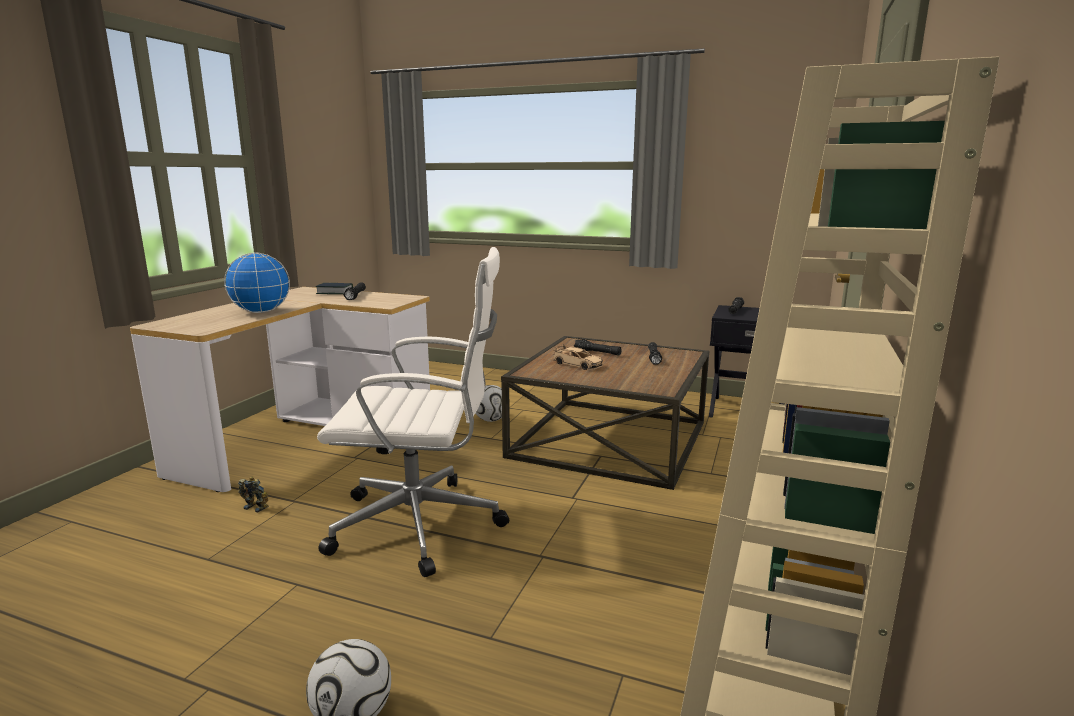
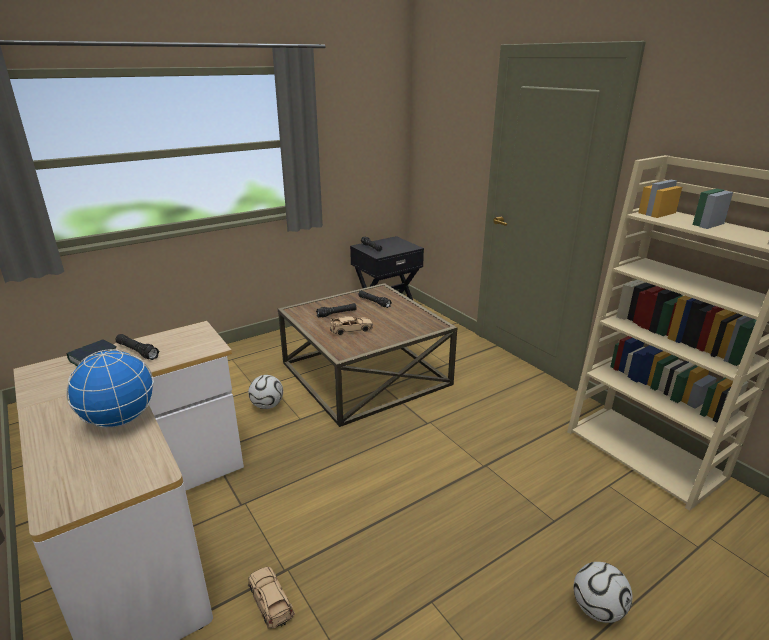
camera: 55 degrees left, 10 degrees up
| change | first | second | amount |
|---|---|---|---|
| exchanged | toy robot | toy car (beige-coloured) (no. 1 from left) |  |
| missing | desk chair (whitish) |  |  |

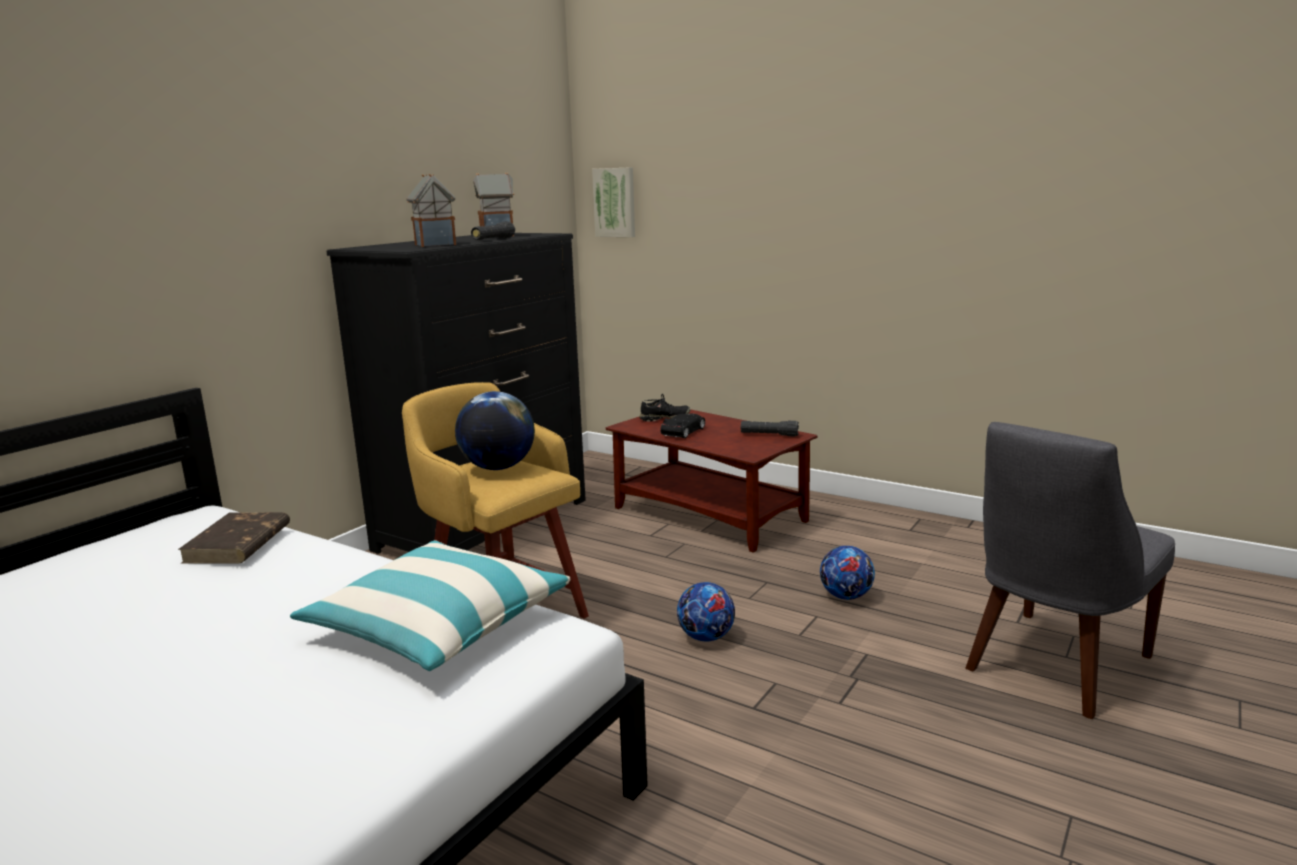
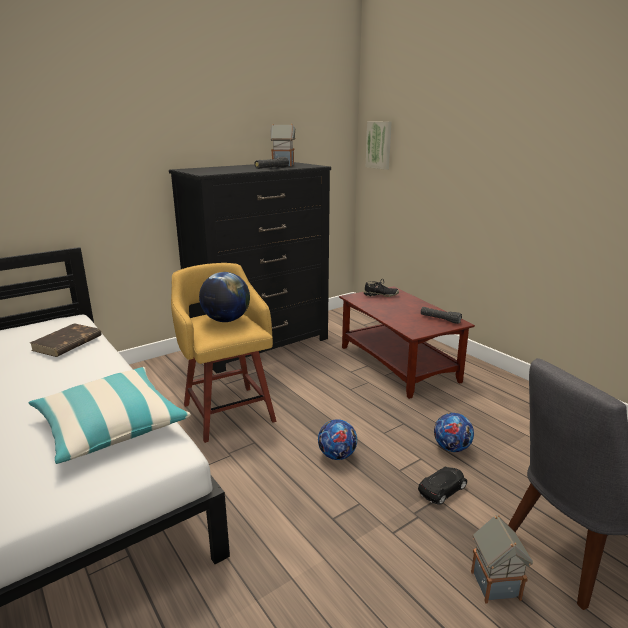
camera: 20 degrees right, 5 degrees up
| change | first | second | amount |
|---|---|---|---|
| relocated | miniature house (no. 1 from left in the first image) | miniature house (no. 2 from left) |  |
| relocated | toy car (black) |  |  |

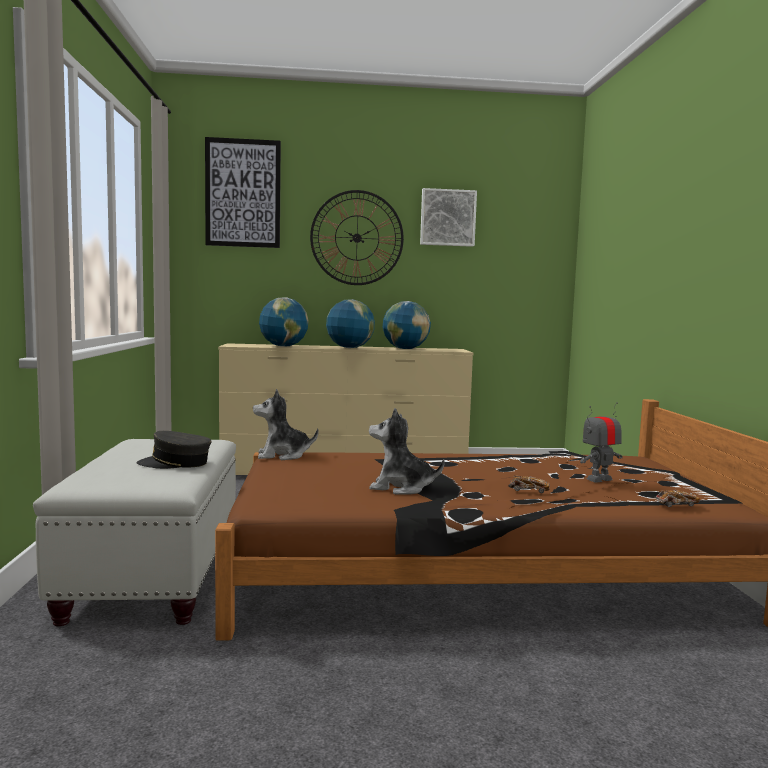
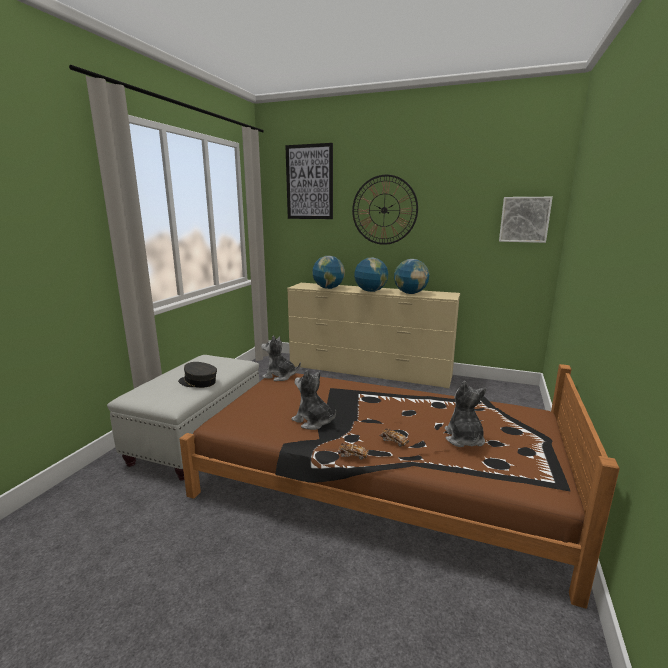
camera: 25 degrees right, 10 degrees up
| change | first | second | amount |
|---|---|---|---|
| relocated | wall art (no. 2 from left) |  |  |
| exchanged | toy robot | plush toy (no. 3 from left) |  |
| relocated | toy car (no. 2 from left in the first image) | toy car (no. 1 from left) |  |

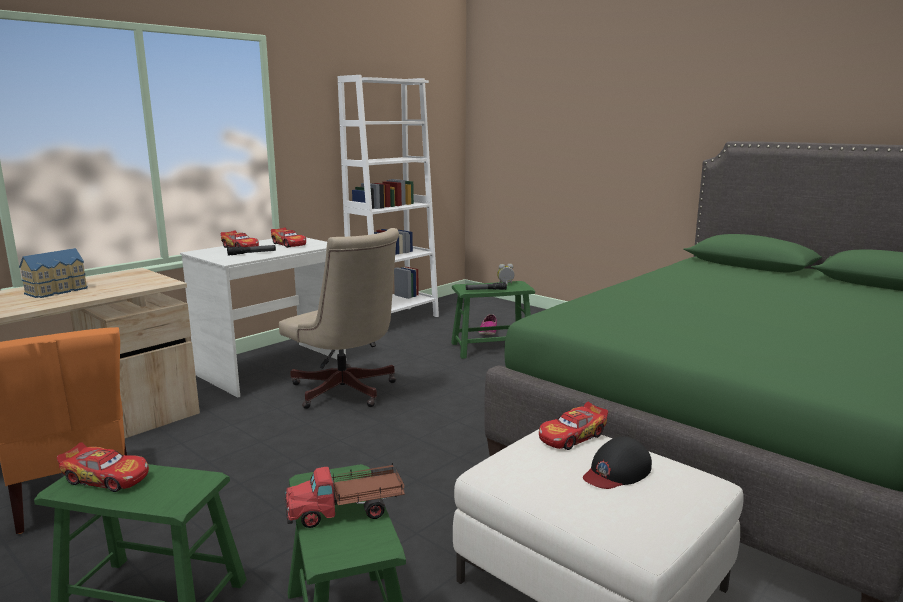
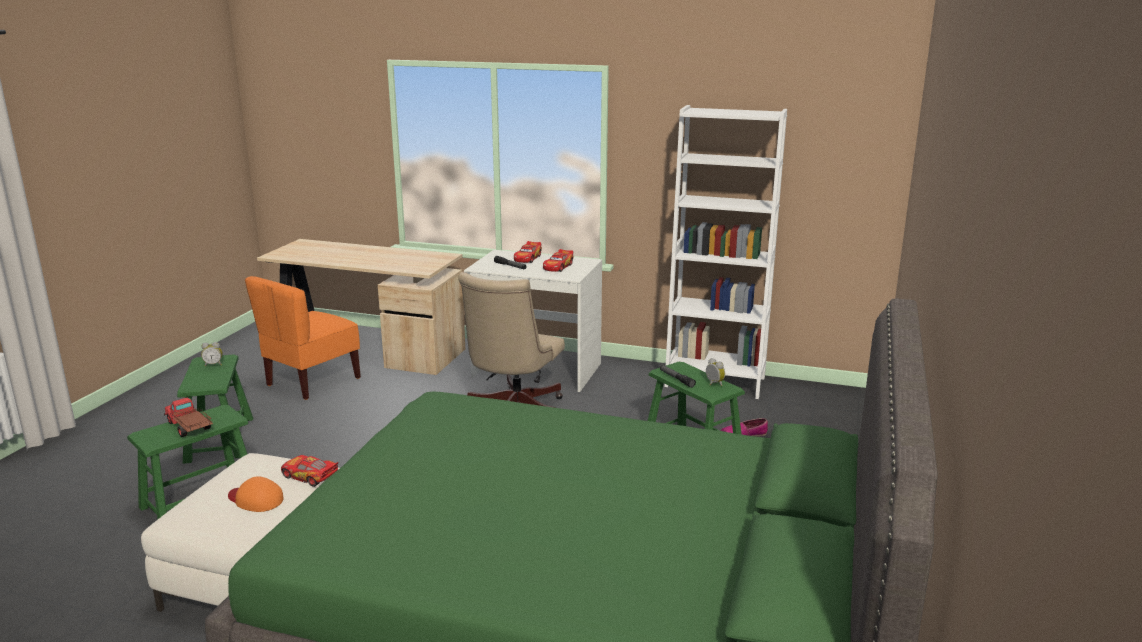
camera: 65 degrees right, 5 degrees up
| change | first | second | amount |
|---|---|---|---|
| missing | miniature house |  |  |
| exchanged | toy car (no. 1 from left) | table clock (no. 1 from left) |  |
| colour | peaked cap (black) | peaked cap (orange) |  |

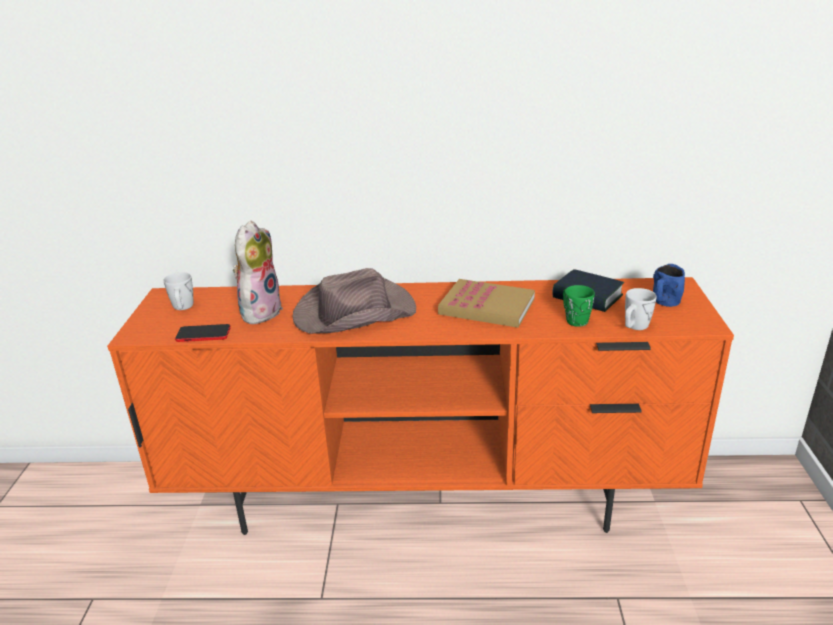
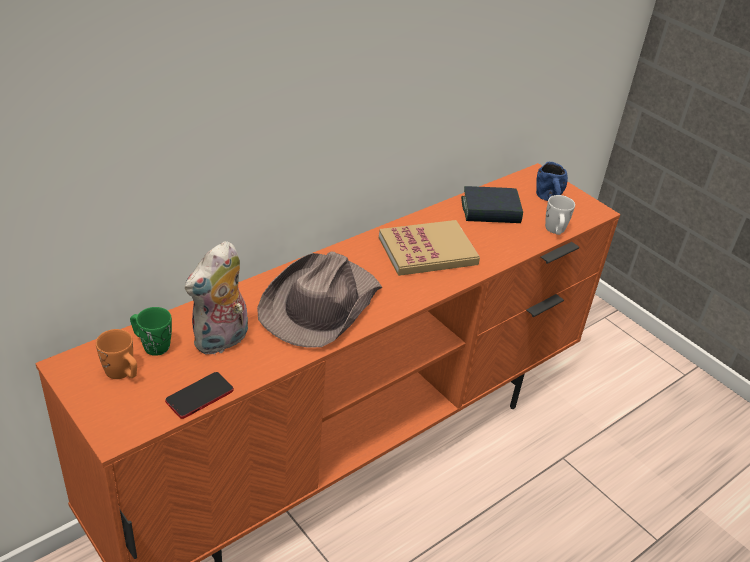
camera: 45 degrees left, 10 degrees up
| change | first | second | amount |
|---|---|---|---|
| colour | mug (whitish) (no. 1 from left) | mug (orange) |  |
| spun | plush toy |  | 120 degrees counterclockwise |
| relocated | mug (green-coloured) |  |  |

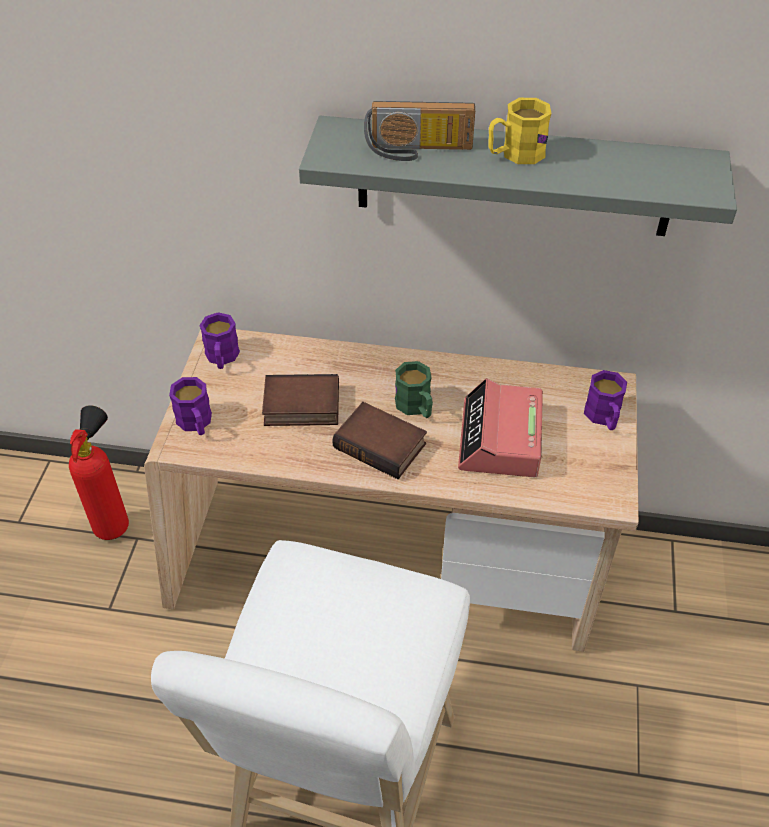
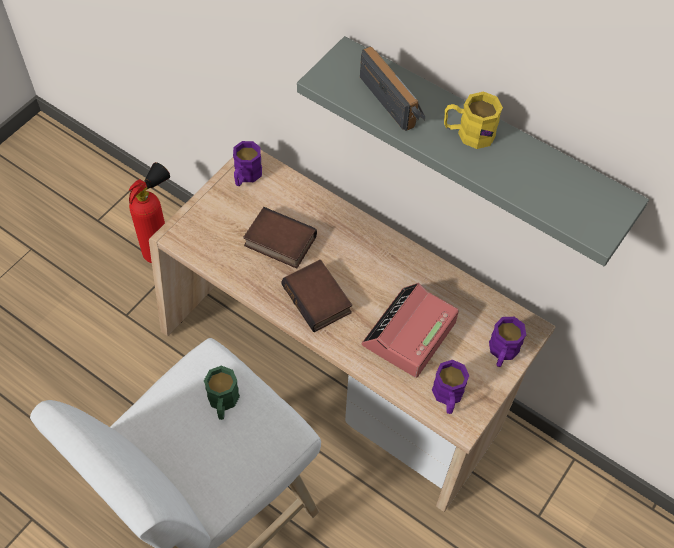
camera: 25 degrees right, 10 degrees up
| change | first | second | amount |
|---|---|---|---|
| relocated | mug (purplish) (no. 1 from left in the first image) | mug (purplish) (no. 2 from left) |  |
| spun | radio set |  | 150 degrees counterclockwise |
| relocated | mug (green-coloured) |  |  |

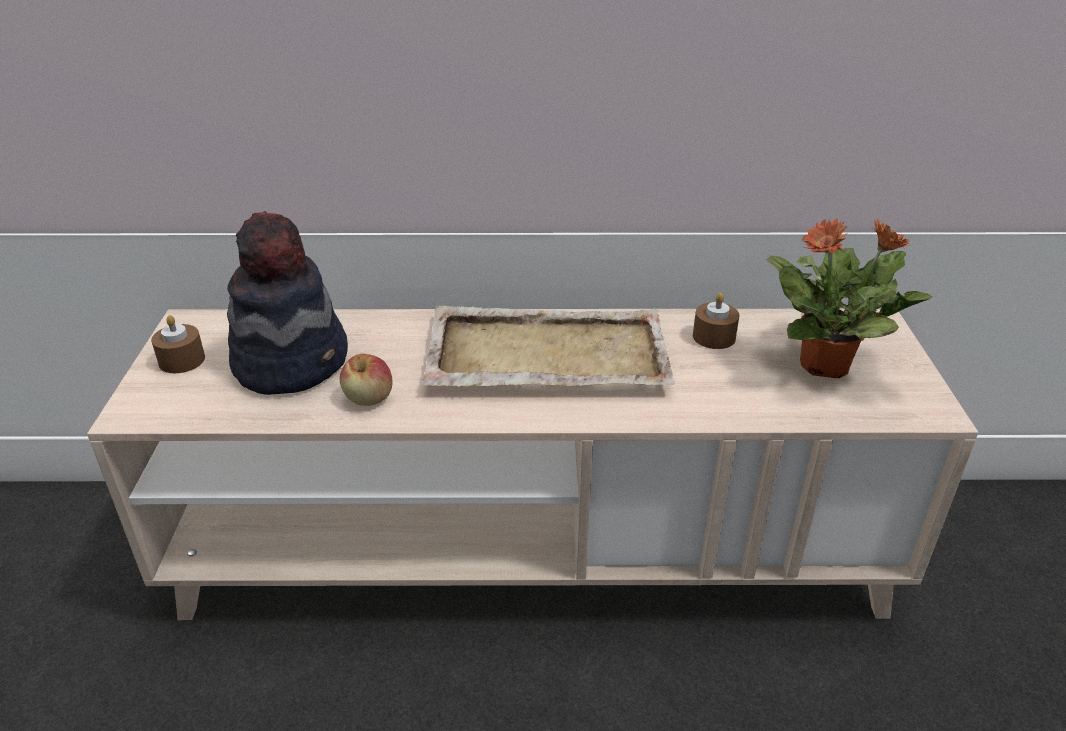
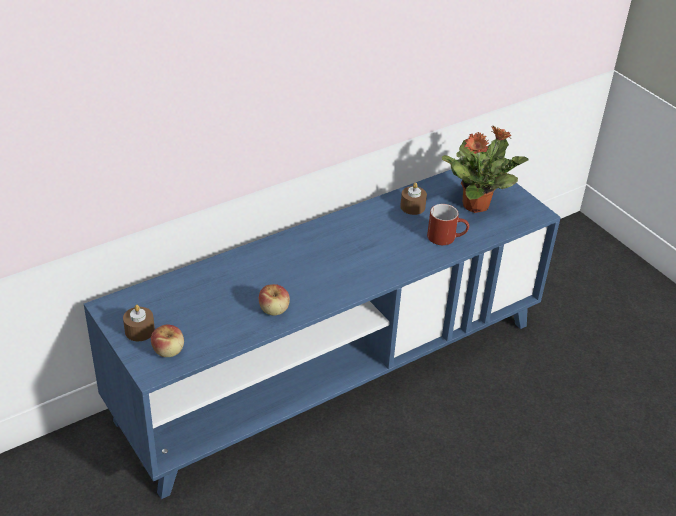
camera: 35 degrees left, 5 degrees up
| change | first | second | amount |
|---|---|---|---|
| colour | tv unit (beige-coloured) | tv unit (blue-coloured) |  |
| missing | clothing hat |  |  |
| missing | serving tray (beige-coloured) |  |  |
| appeared |  | apple (no. 1 from left) |  |
| appeared |  | mug (red) |  |

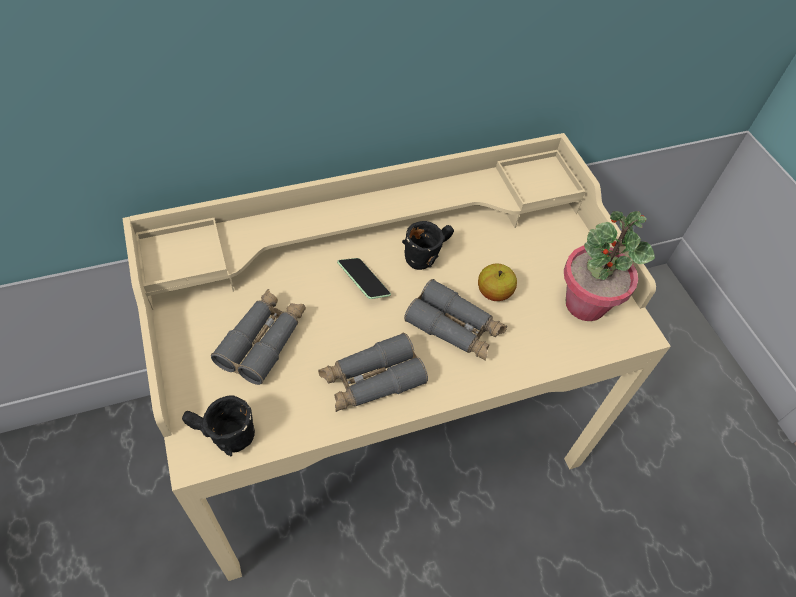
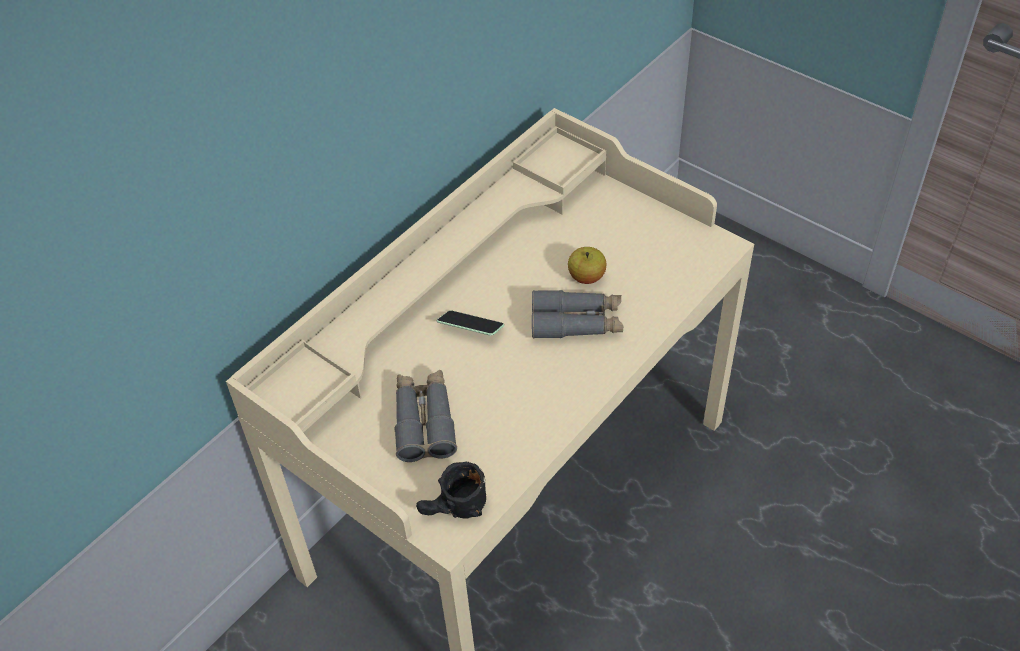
camera: 25 degrees left, 5 degrees down
| change | first | second | amount |
|---|---|---|---|
| missing | binoculars (gray) (no. 2 from left) |  |  |
| missing | mug (black) (no. 2 from left) |  |  |
| missing | houseplant |  |  |

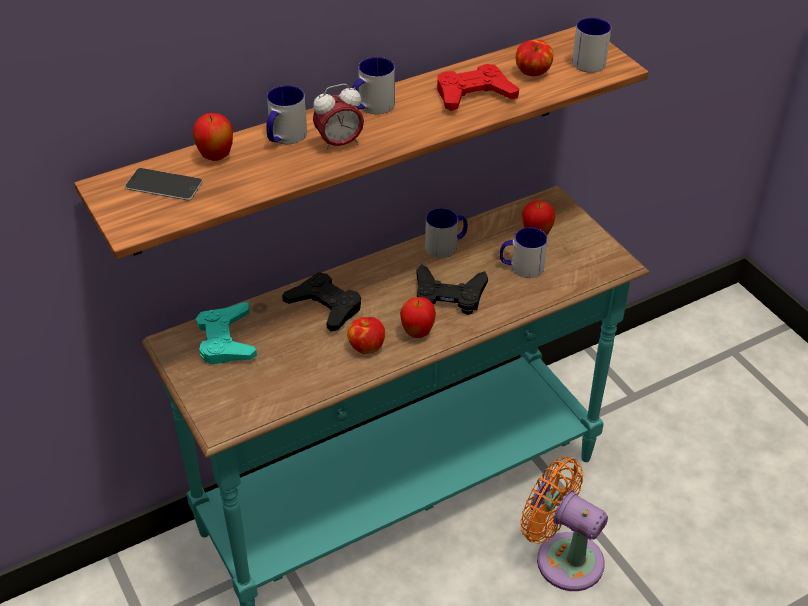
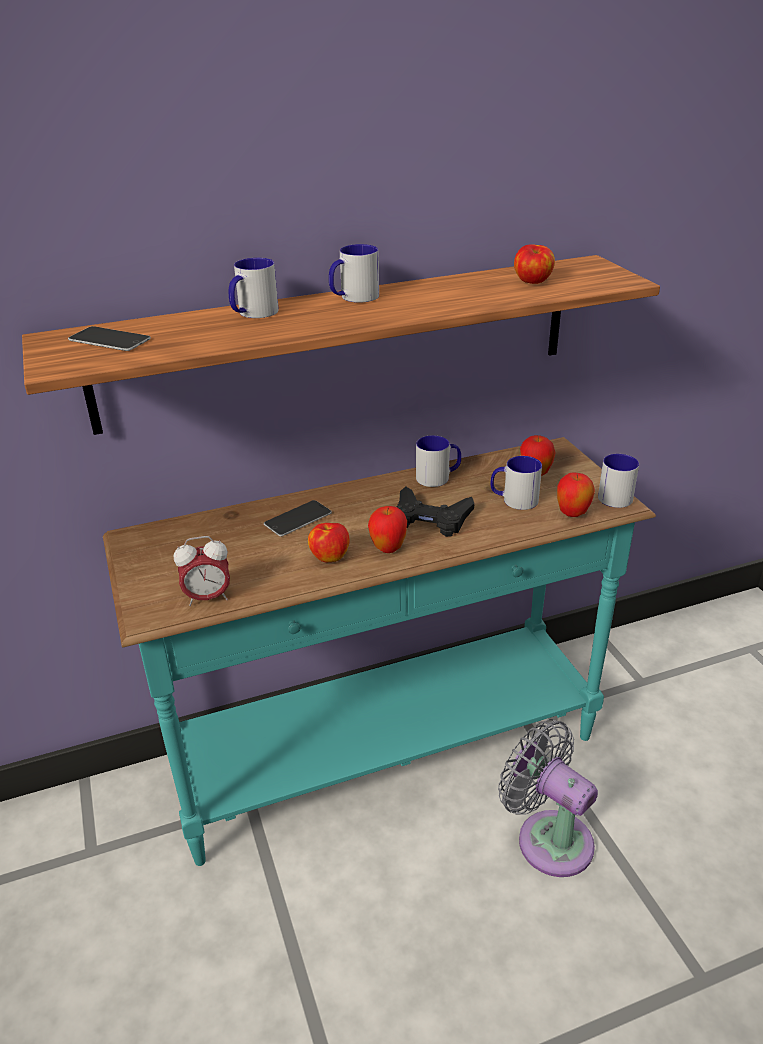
camera: 10 degrees right, 10 degrees down
| change | first | second | amount |
|---|---|---|---|
| relocated | apple (no. 1 from left in the first image) | apple (no. 5 from left) |  |
| missing | gamepad (blue-green) |  |  |
| exchanged | gamepad (black) (no. 1 from left) | handset (no. 2 from left) |  |
| relocated | table clock |  |  |
| missing | gamepad (red) |  |  |
| colour | fan (orange) | fan (gray) |  |
| relocated | mug (no. 5 from left) |  |  |

